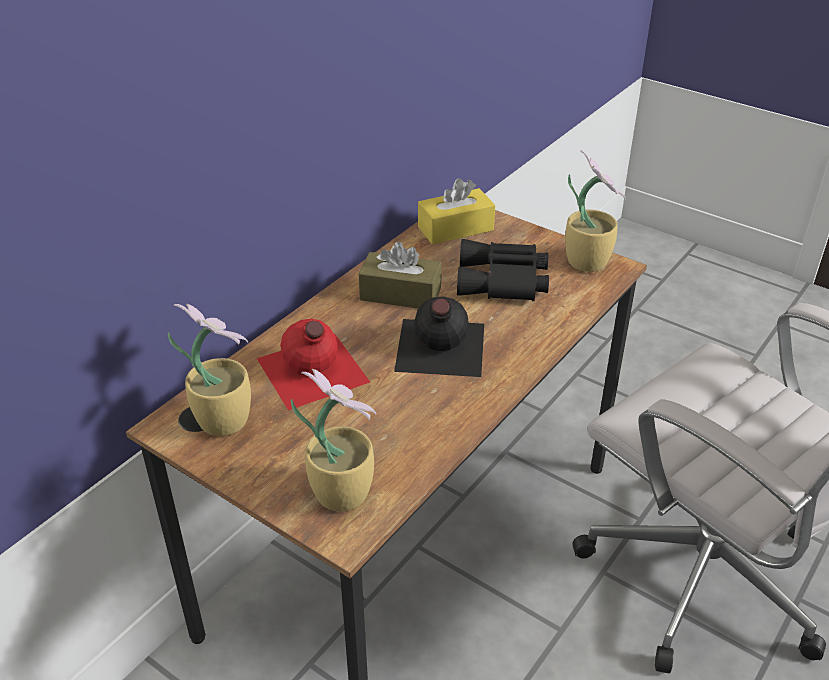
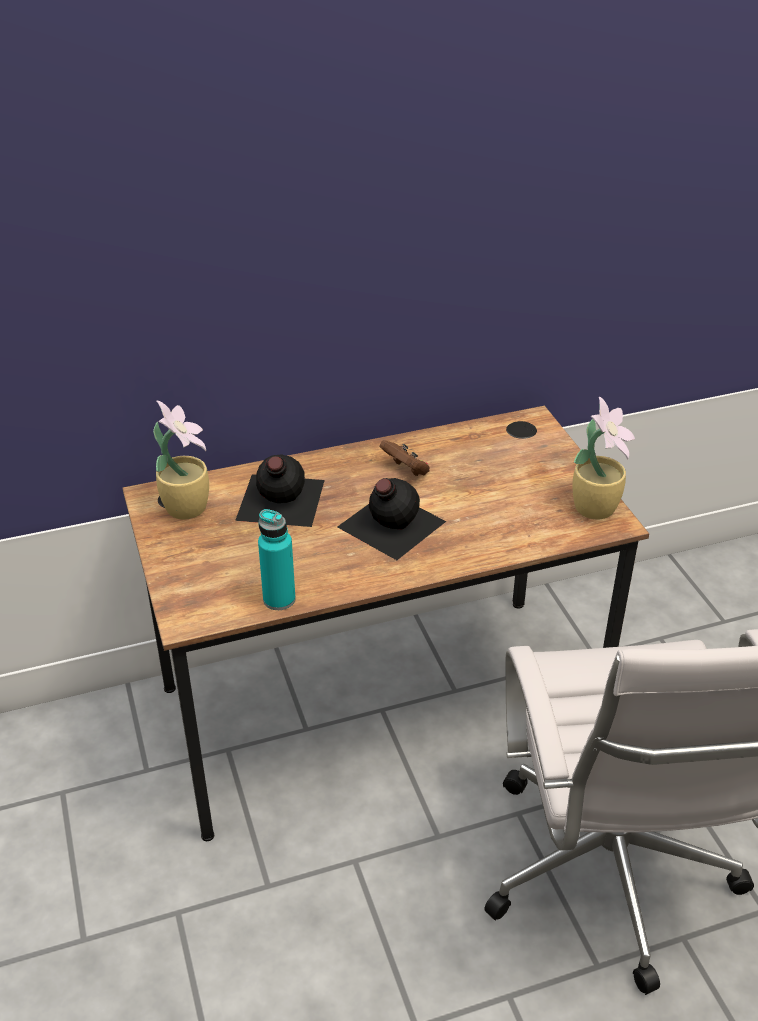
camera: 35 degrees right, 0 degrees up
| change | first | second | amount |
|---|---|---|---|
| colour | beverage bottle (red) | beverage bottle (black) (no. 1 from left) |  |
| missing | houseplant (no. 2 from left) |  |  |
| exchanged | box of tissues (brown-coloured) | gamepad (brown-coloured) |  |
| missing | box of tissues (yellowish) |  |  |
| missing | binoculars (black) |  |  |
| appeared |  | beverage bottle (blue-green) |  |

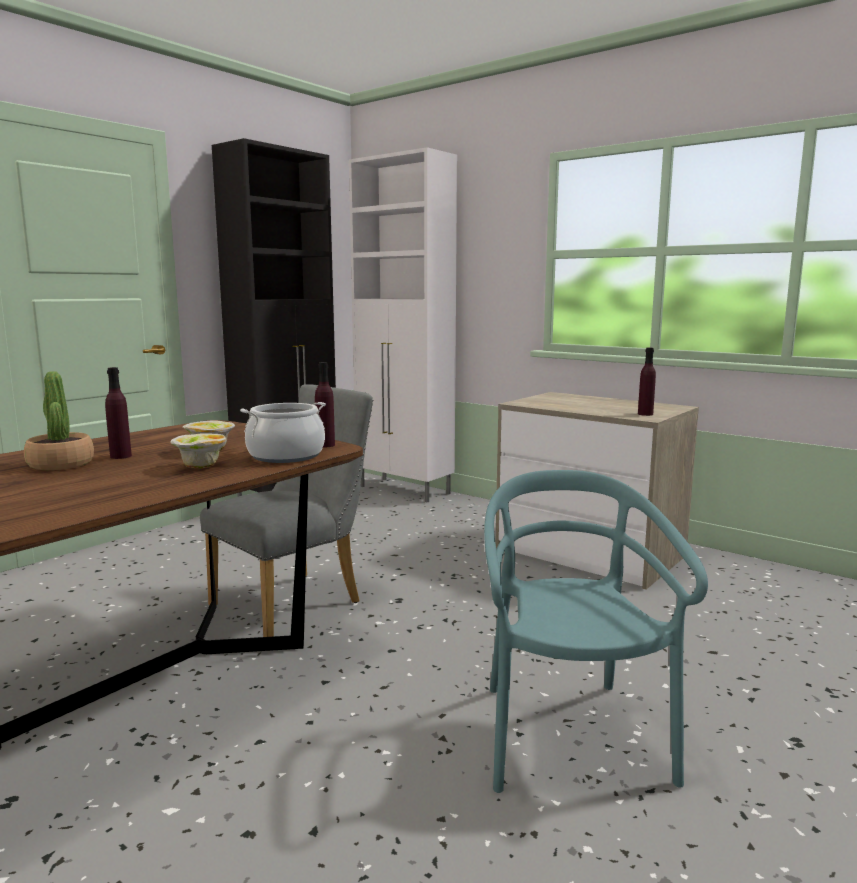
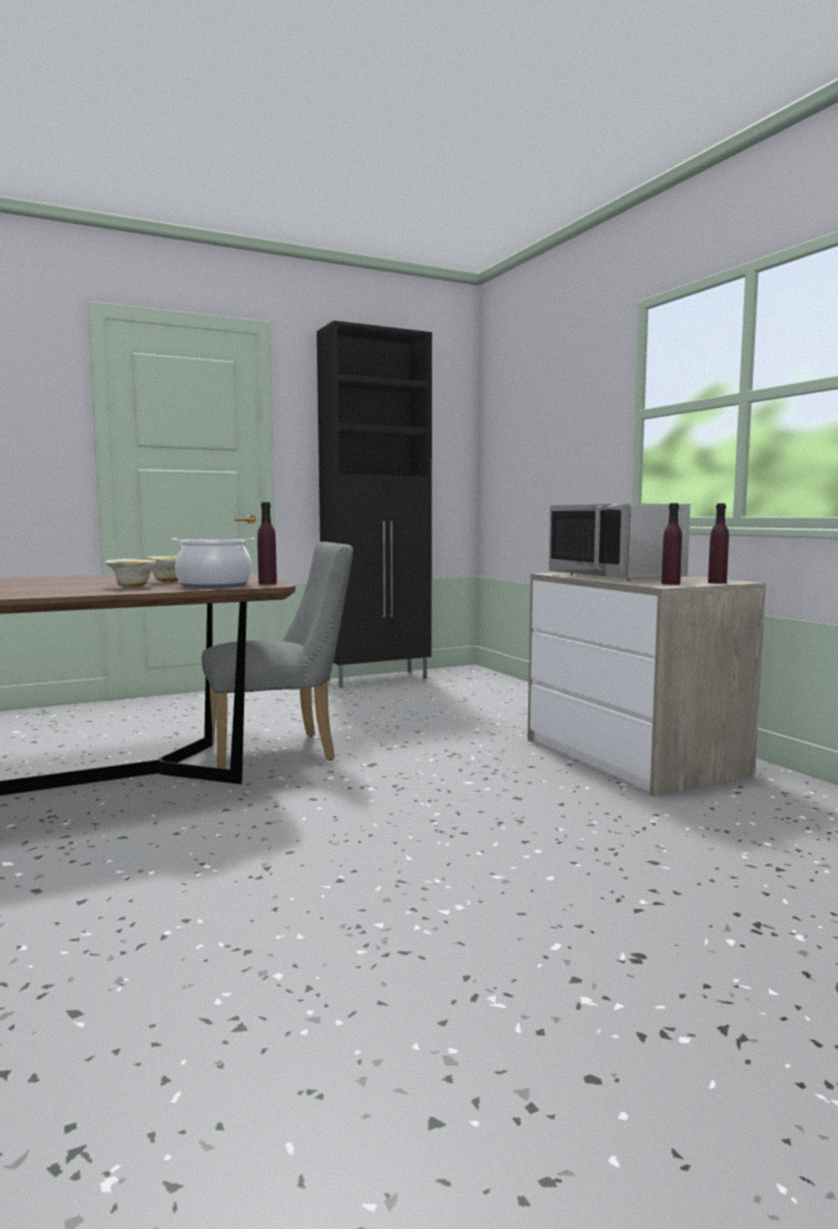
camera: 25 degrees right, 5 degrees down
| change | first | second | amount |
|---|---|---|---|
| missing | houseplant |  |  |
| relocated | beverage bottle (purplish) (no. 1 from left in the first image) | beverage bottle (purplish) (no. 3 from left) |  |
| missing | storage cabinet (whitish) |  |  |
| missing | plain chair (blue-green) |  |  |
| appeared |  | microwave oven (gray) |  |

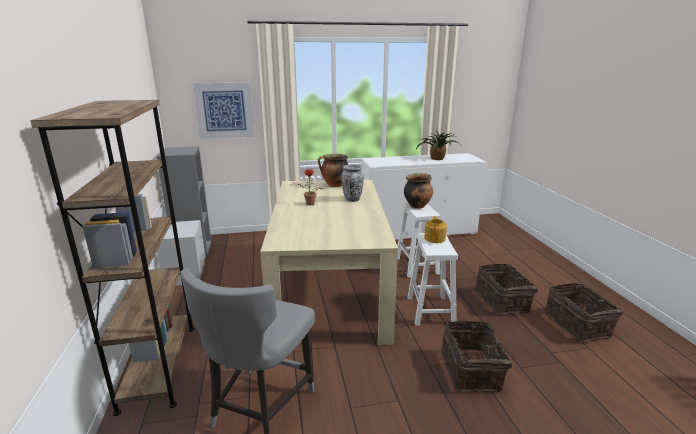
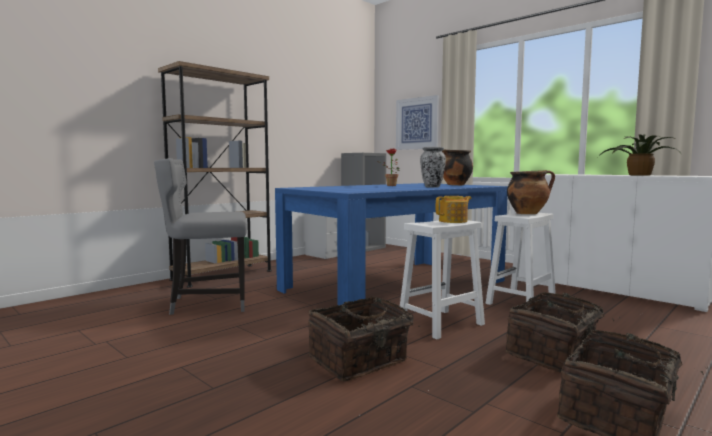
camera: 55 degrees right, 15 degrees down
| change | first | second | amount |
|---|---|---|---|
| colour | kitchen table (beige-coloured) | kitchen table (blue-coloured) |  |

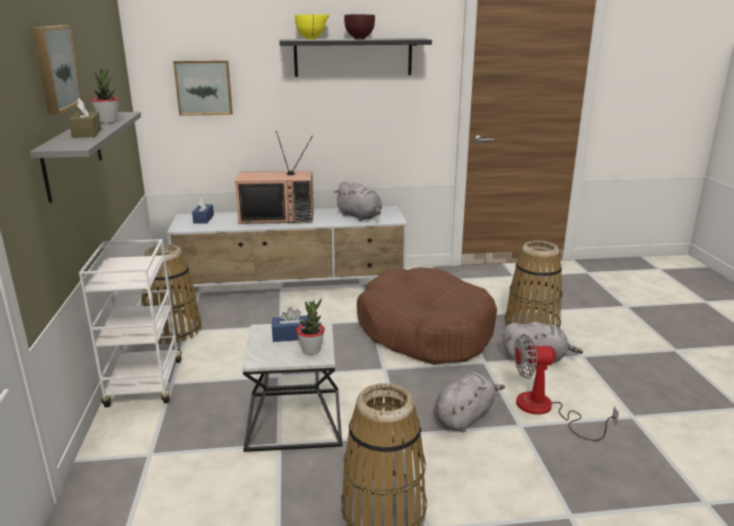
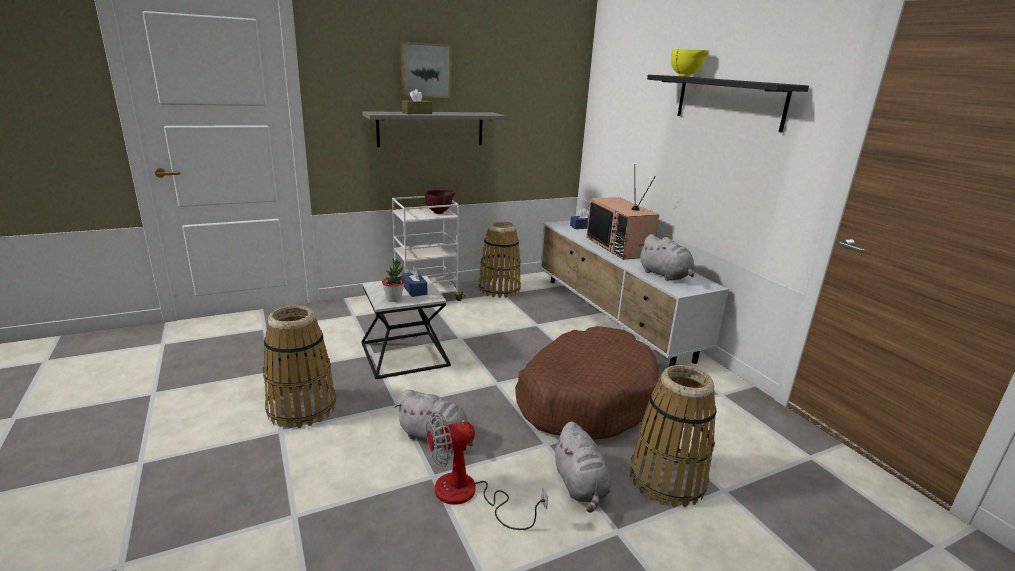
camera: 70 degrees right, 0 degrees up
| change | first | second | amount |
|---|---|---|---|
| missing | houseplant (no. 1 from left) |  |  |
| missing | wall art (no. 2 from left) |  |  |
| spun | plush toy (gray) (no. 1 from left in the first image) | plush toy (gray) (no. 3 from left) | 60 degrees counterclockwise |
| relocated | deep dish (brown-coloured) |  |  |
| spun | fan |  | 90 degrees counterclockwise |

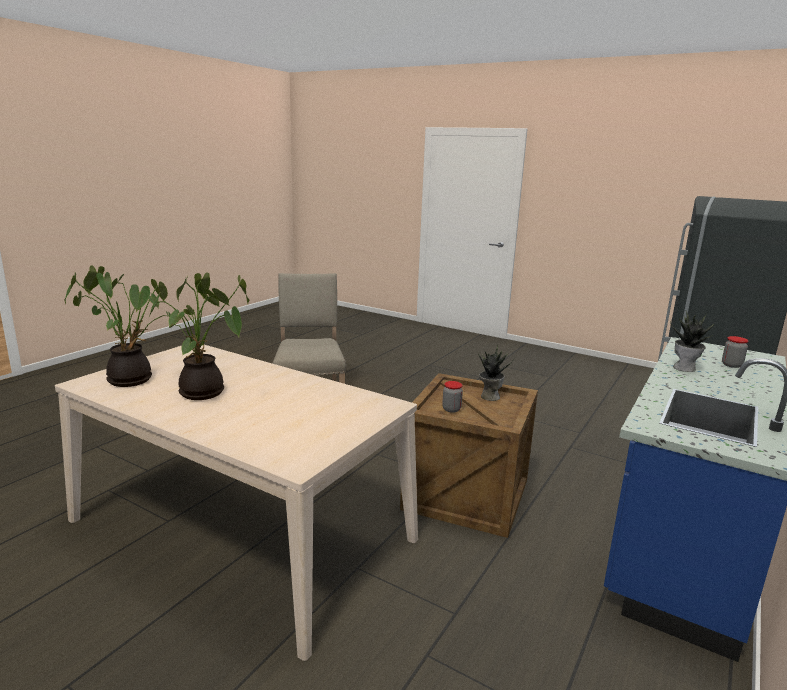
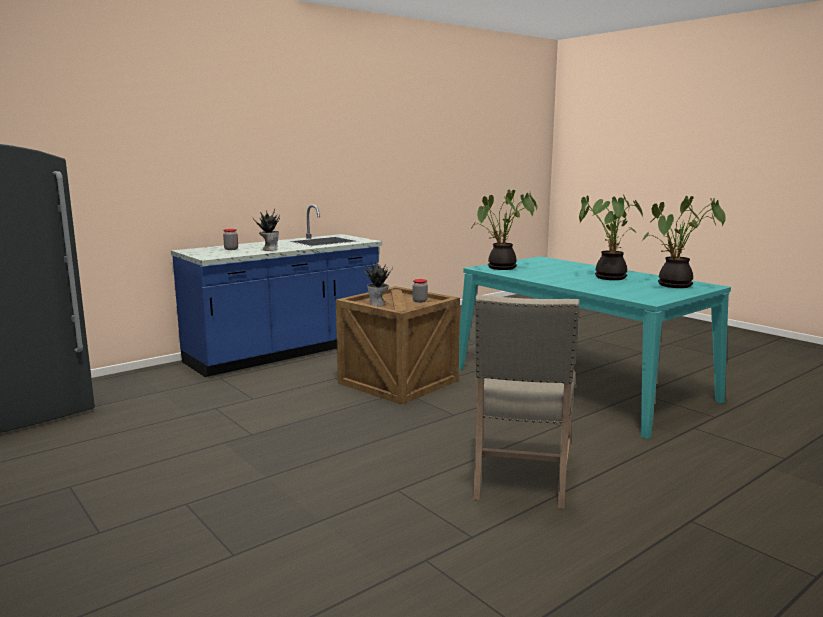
camera: 160 degrees left, 5 degrees down
| change | first | second | amount |
|---|---|---|---|
| colour | kitchen table (beige-coloured) | kitchen table (blue-green) |  |
| appeared |  | houseplant (no. 3 from left) |  |

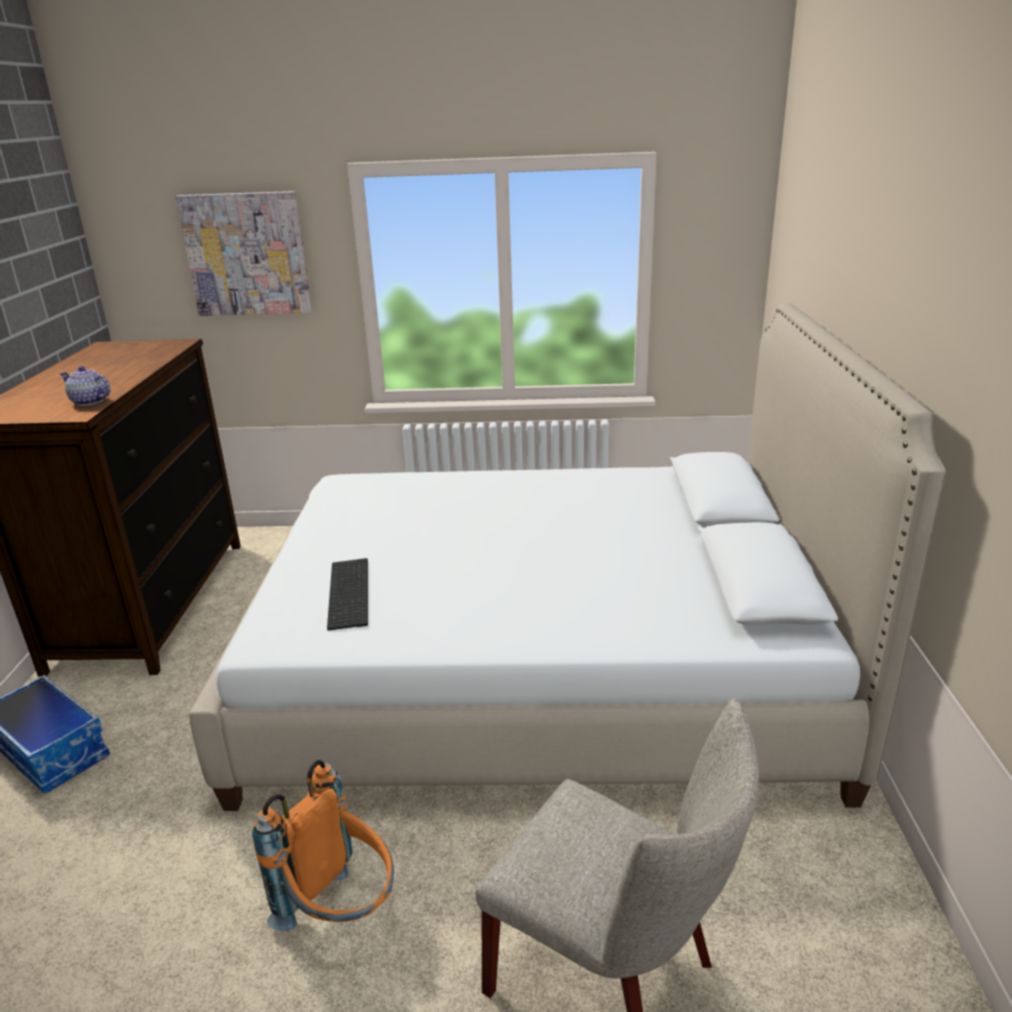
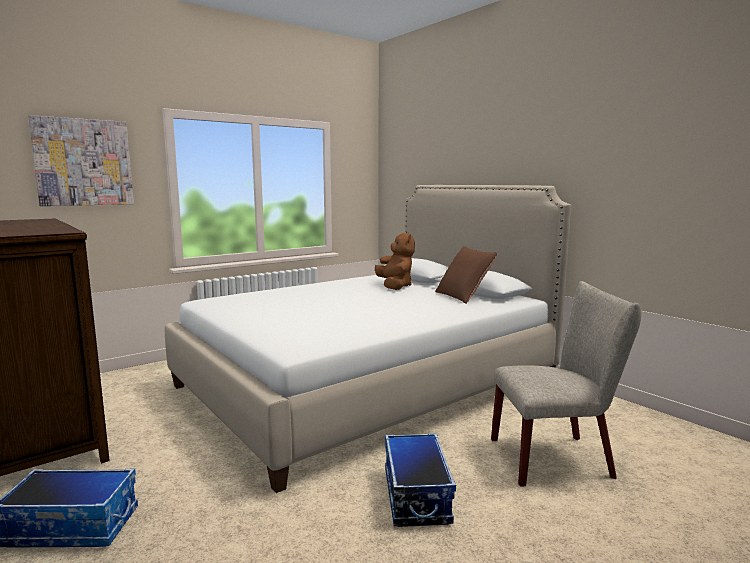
camera: 40 degrees left, 15 degrees down
| change | first | second | amount |
|---|---|---|---|
| missing | teapot |  |  |
| exchanged | rucksack (orange) | storage container (no. 2 from left) |  |
| missing | PC keyboard |  |  |
| appeared |  | plush toy (brown-coloured) |  |
| appeared |  | pillow (brown-coloured) |  |

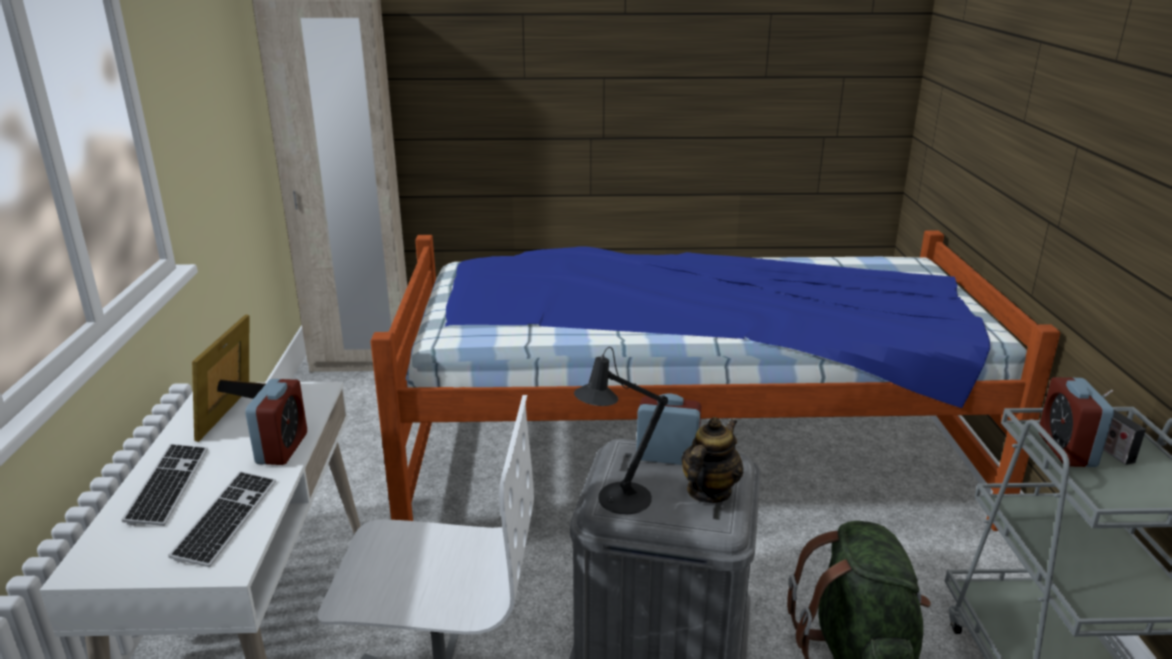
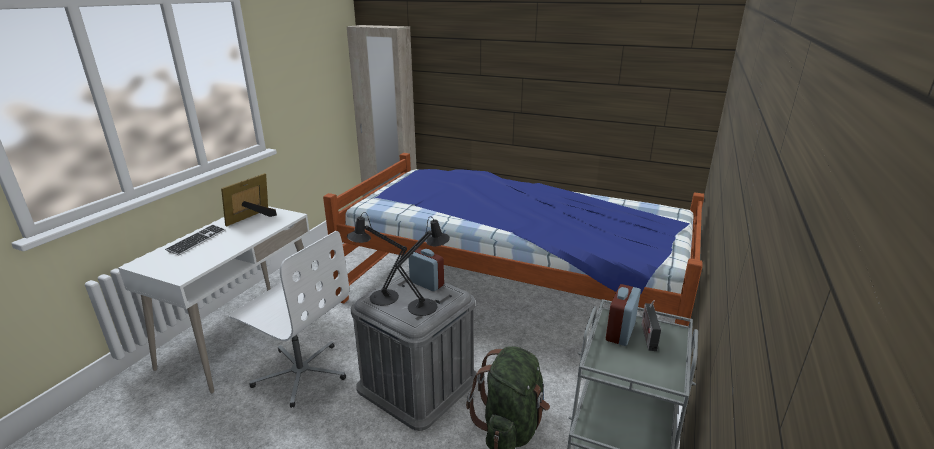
camera: 25 degrees right, 0 degrees up
| change | first | second | amount |
|---|---|---|---|
| missing | PC keyboard (no. 2 from left) |  |  |
| missing | table clock (no. 1 from left) |  |  |
| exchanged | teapot | lamp for a table (black) (no. 2 from left) |  |

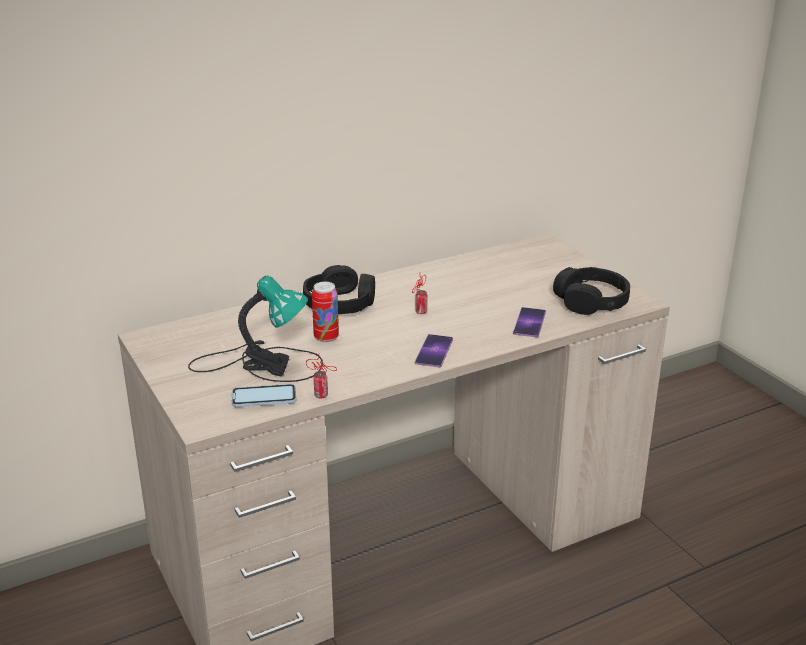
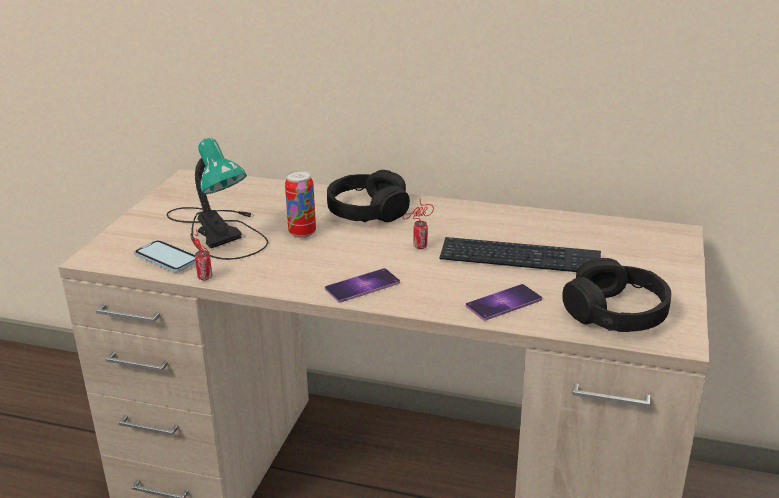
camera: 45 degrees right, 0 degrees up
| change | first | second | amount |
|---|---|---|---|
| appeared |  | PC keyboard |  |

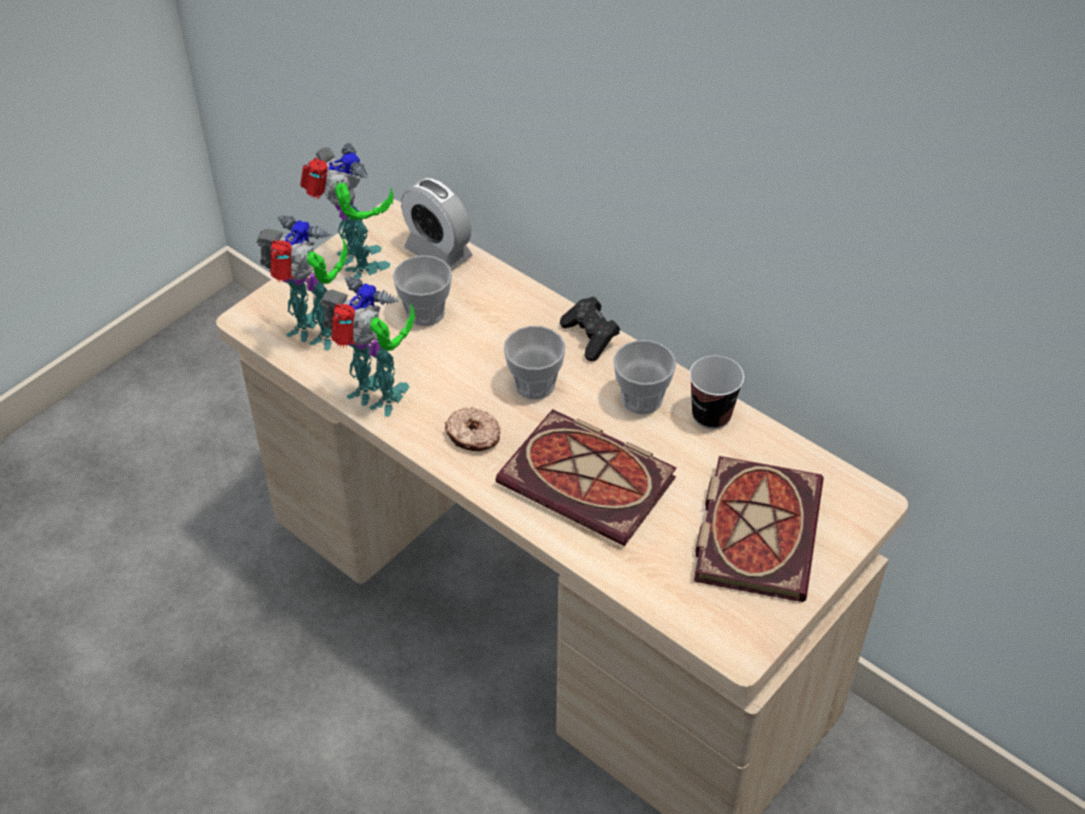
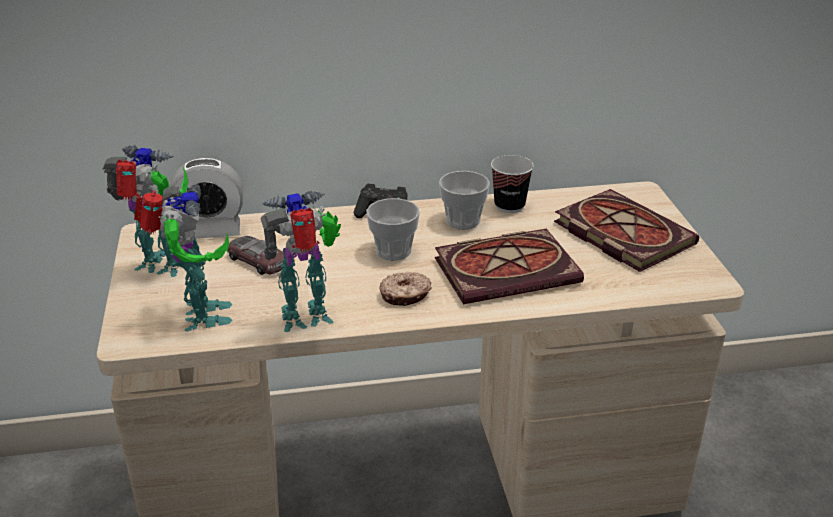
camera: 50 degrees left, 15 degrees down
| change | first | second | amount |
|---|---|---|---|
| spun | toy robot (no. 1 from left in the first image) | toy robot (no. 2 from left) | 105 degrees clockwise |
| exchanged | drinking cup (no. 1 from left) | toy car |  |

